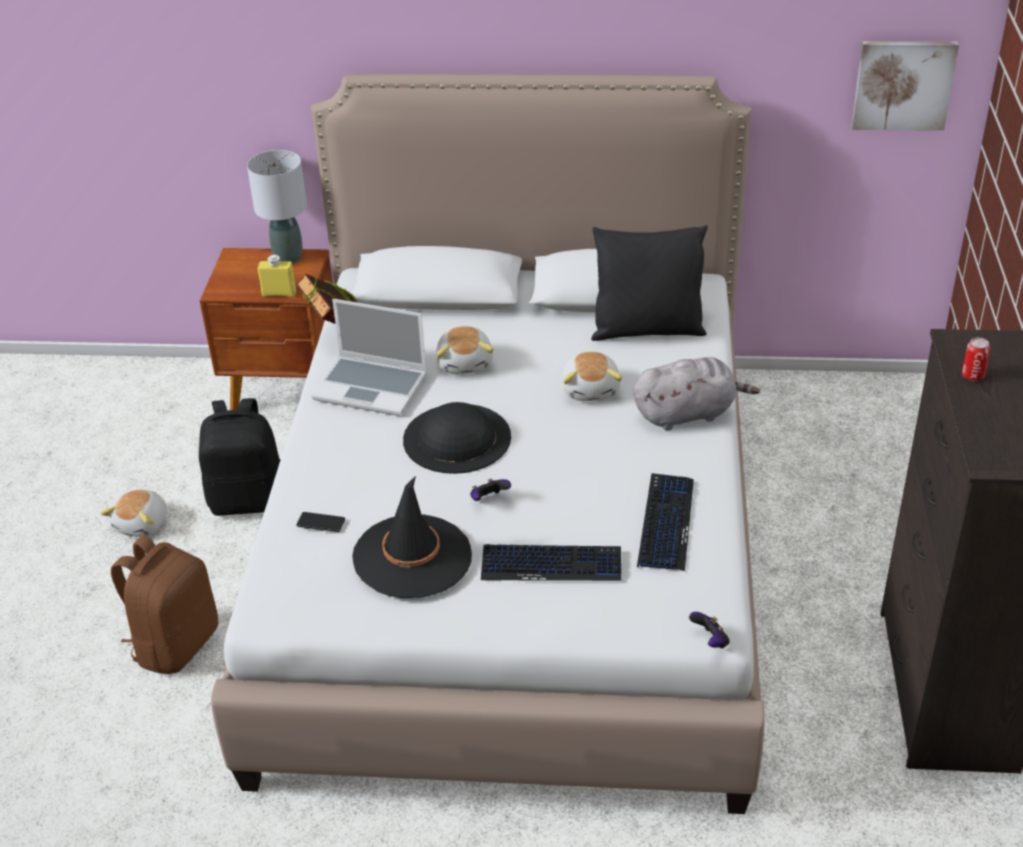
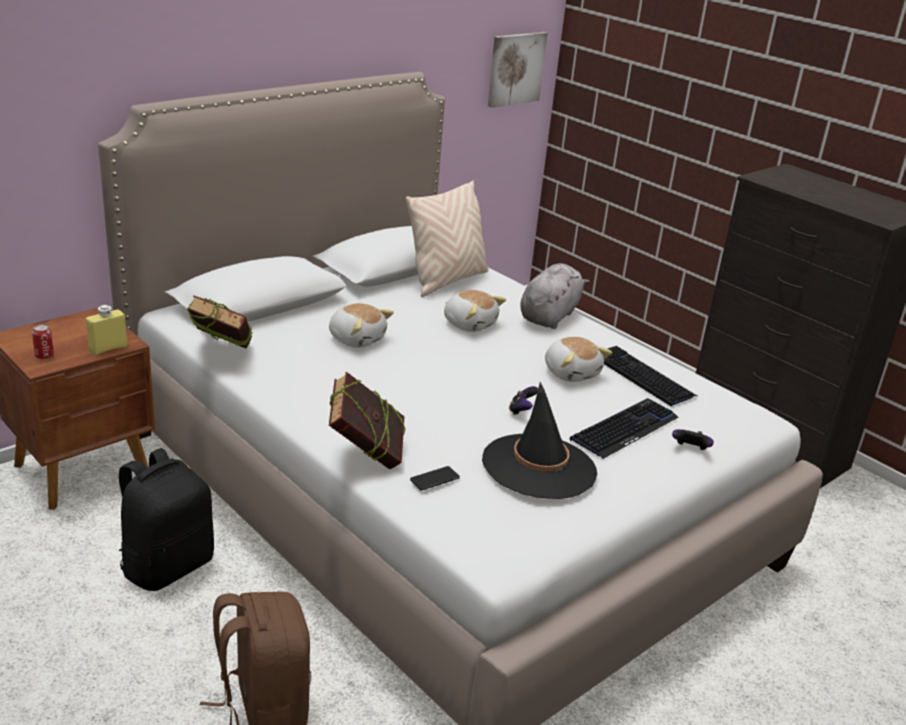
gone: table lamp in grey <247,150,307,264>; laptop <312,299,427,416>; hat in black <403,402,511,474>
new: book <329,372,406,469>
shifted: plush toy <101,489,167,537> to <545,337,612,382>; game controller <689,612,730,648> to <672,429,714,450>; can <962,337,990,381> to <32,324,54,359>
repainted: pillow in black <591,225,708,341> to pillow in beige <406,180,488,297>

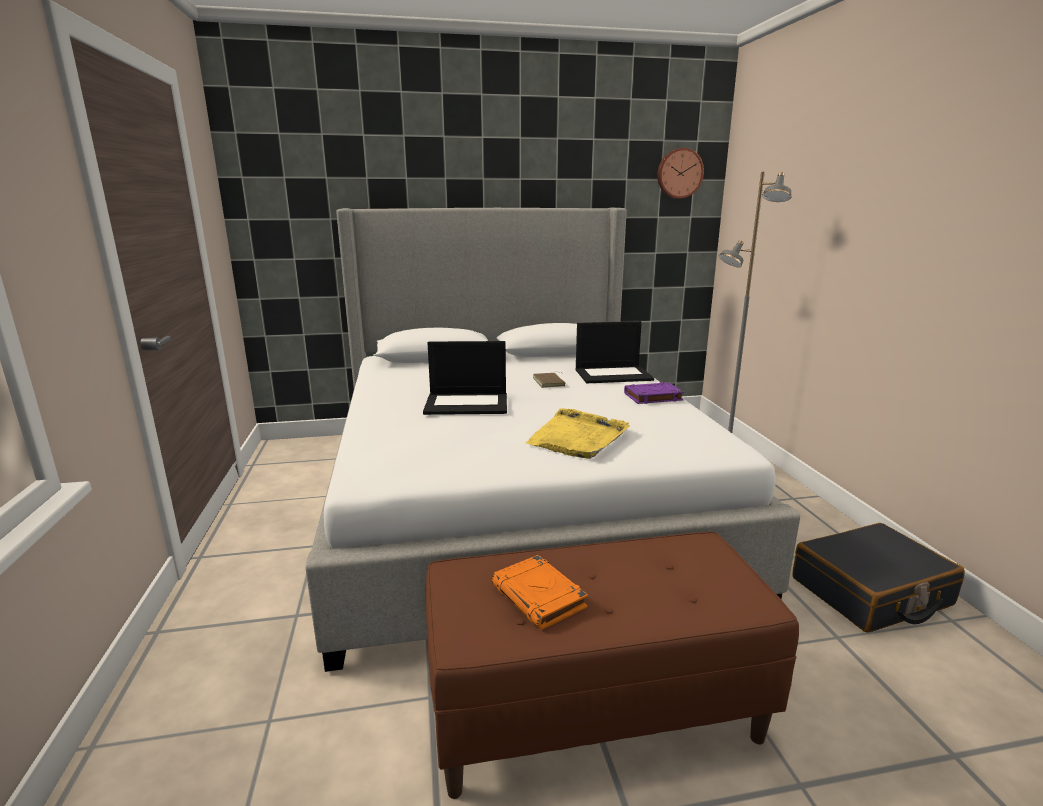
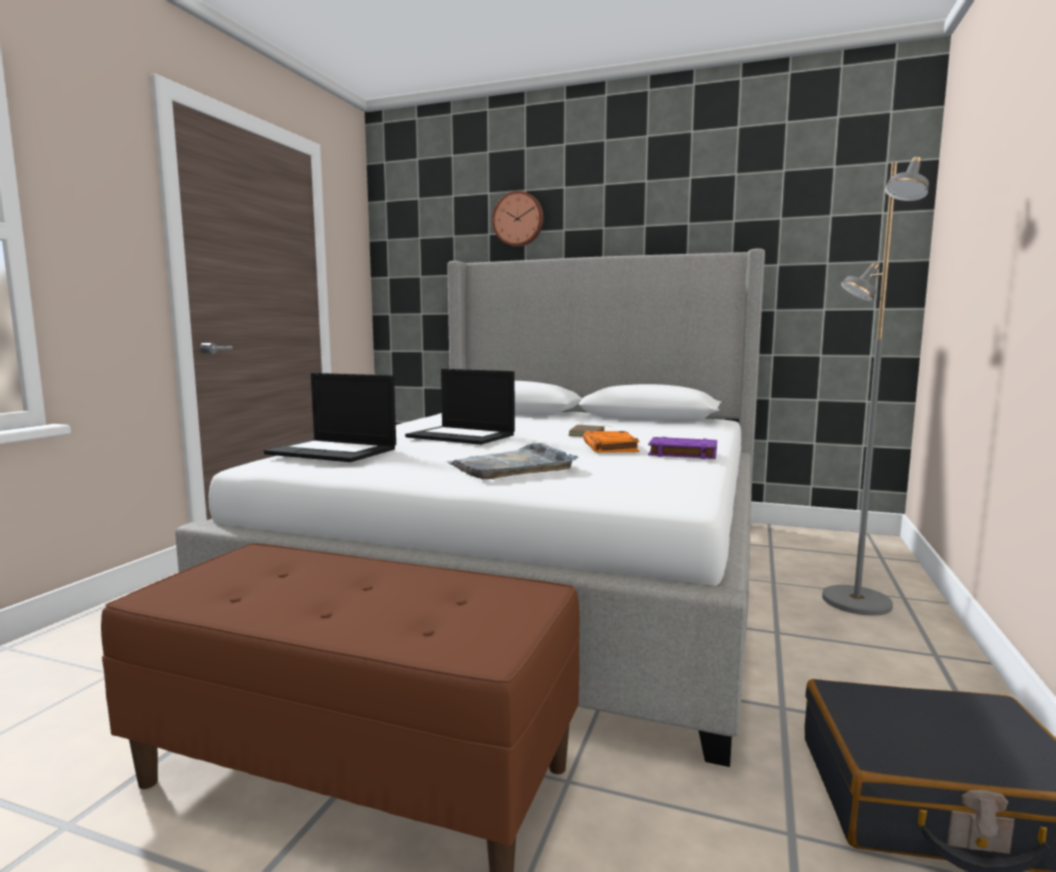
shifted: book in orange <491,555,588,630> to <583,431,639,453>; laptop <576,321,654,383> to <264,373,396,462>; wall clock <657,148,704,199> to <492,191,544,247>
repainted: tray in yellow <525,408,630,459> to tray in grey <446,443,578,479>

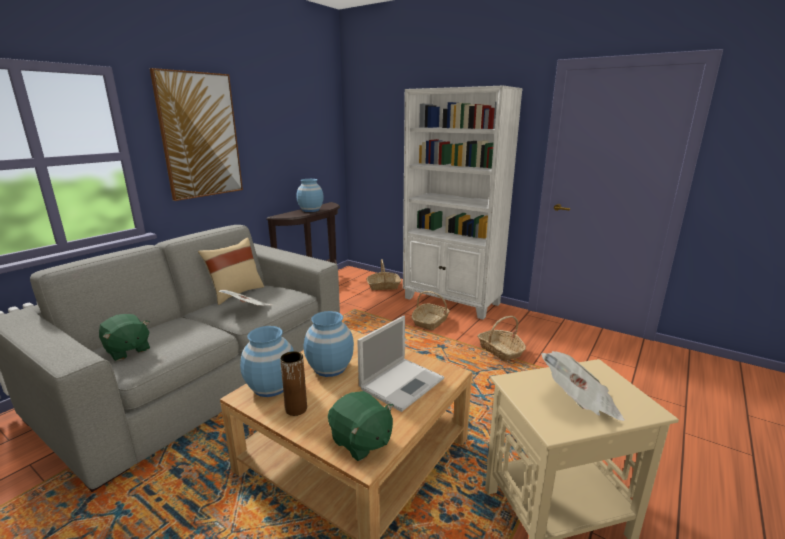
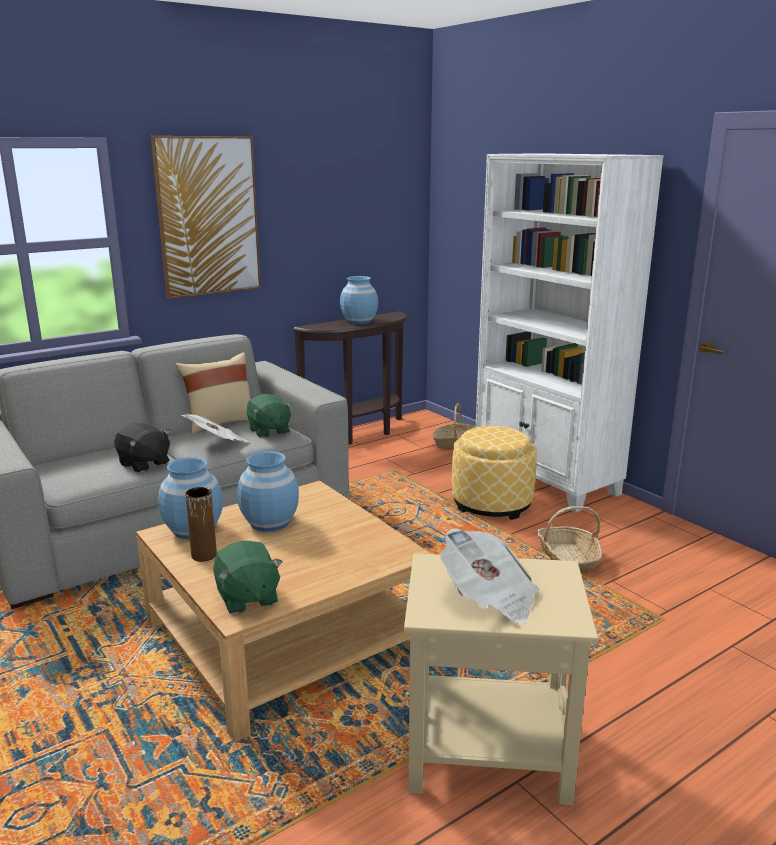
gone: laptop <357,316,444,412>
new: plush toy in black <114,423,170,472>
shifted: plush toy in green <99,314,150,361> to <246,394,293,438>
swapped: basket <412,291,450,330> to ottoman <452,426,537,520>

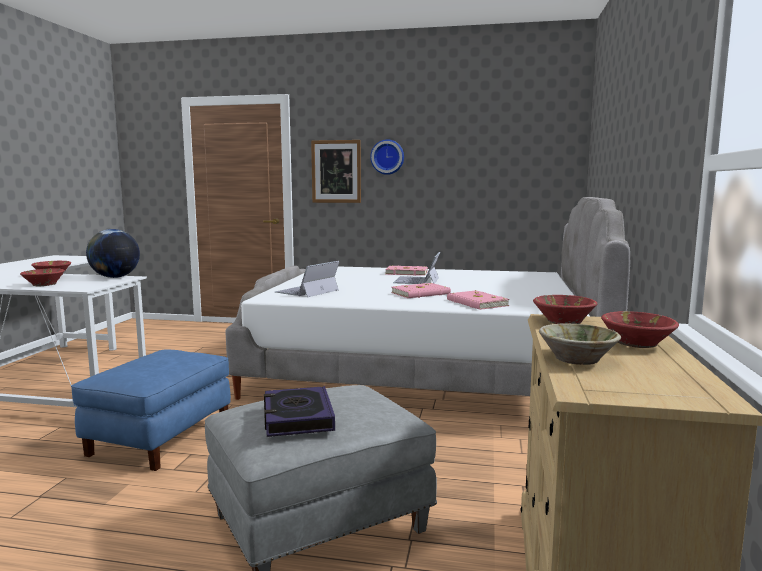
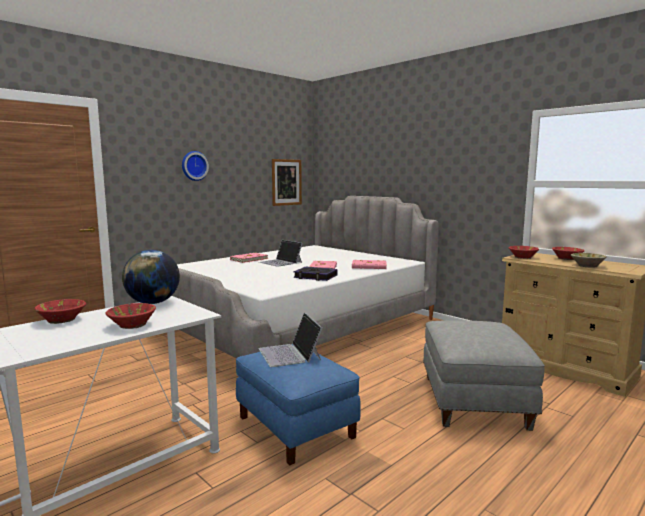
shifted: book <264,386,335,437> to <294,266,337,281>; laptop <275,261,339,297> to <259,313,322,367>; picture <311,140,361,203> to <272,159,302,206>

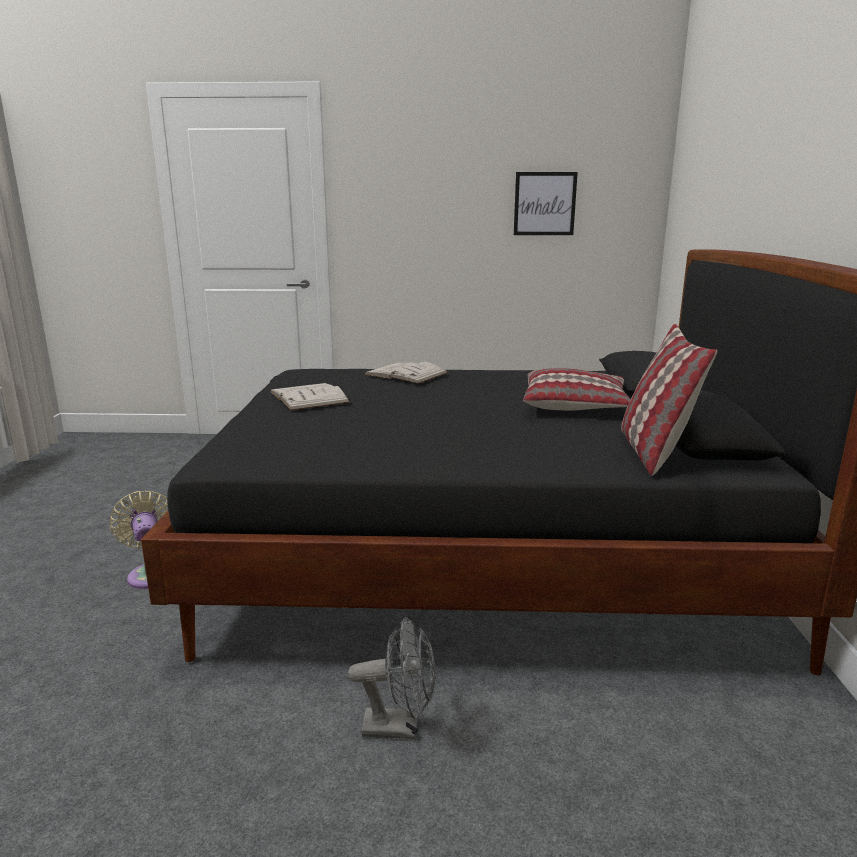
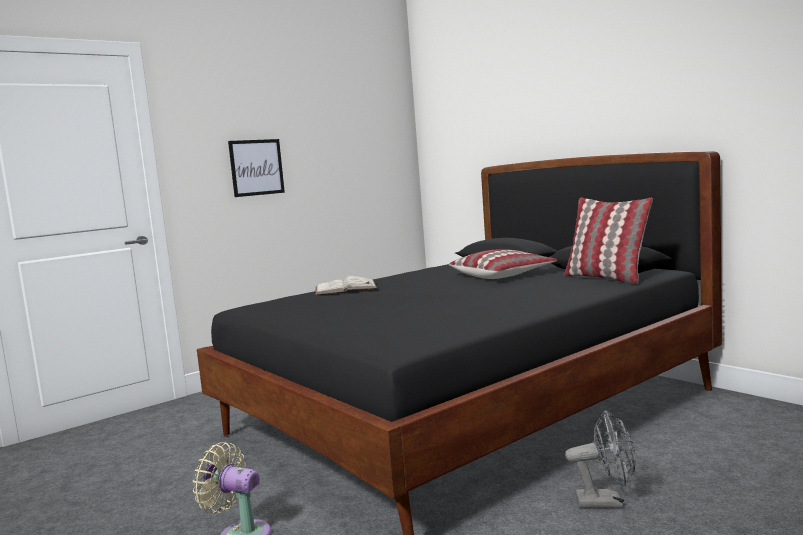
gone: book in white <270,383,350,410>
shifted: picture <514,172,578,235> to <228,139,285,197>
rotated: fan in grey <348,617,436,739> = <565,410,636,507> 45 degrees clockwise

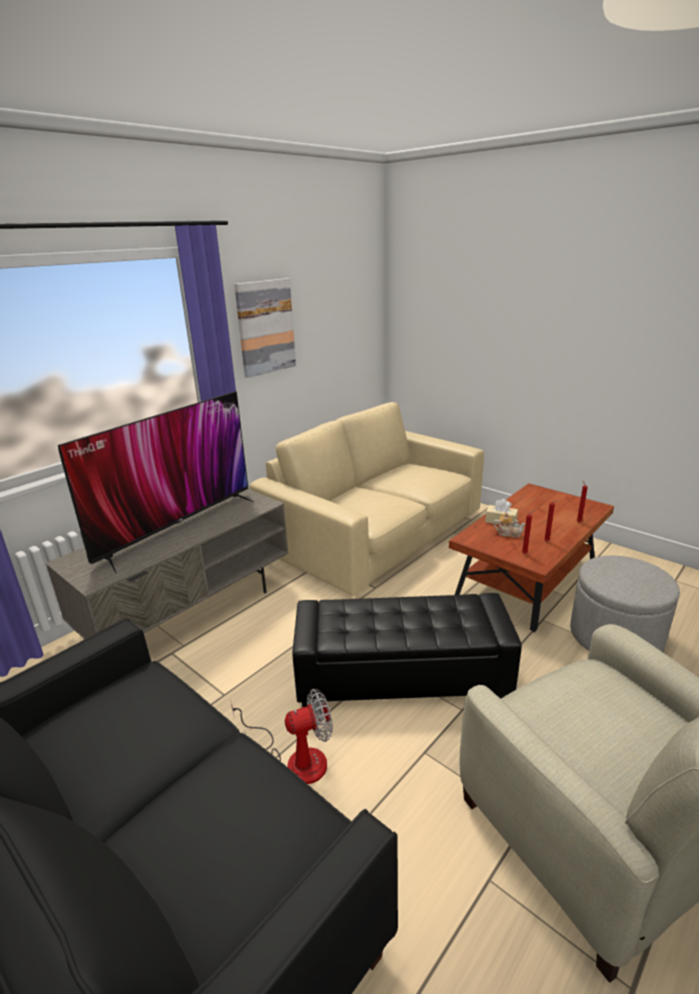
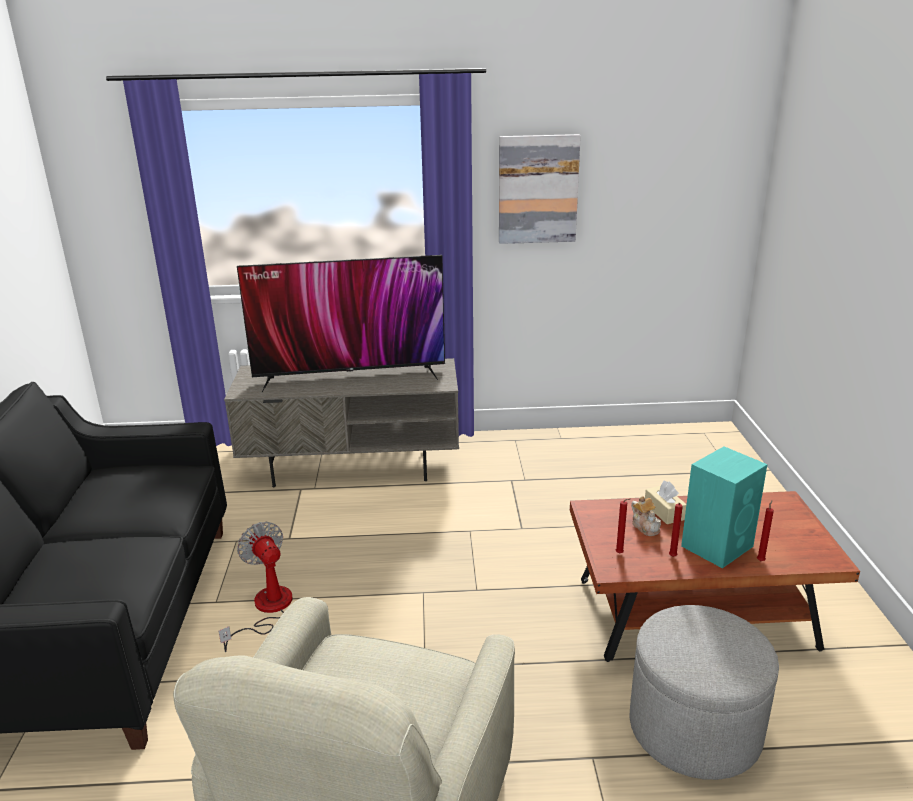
gone: sofa in beige <250,402,484,596>; ottoman in black <292,593,522,707>
new: speaker in turquoise <681,447,768,568>
rotated: fan <231,689,333,784> = <219,522,293,652> 150 degrees counterclockwise

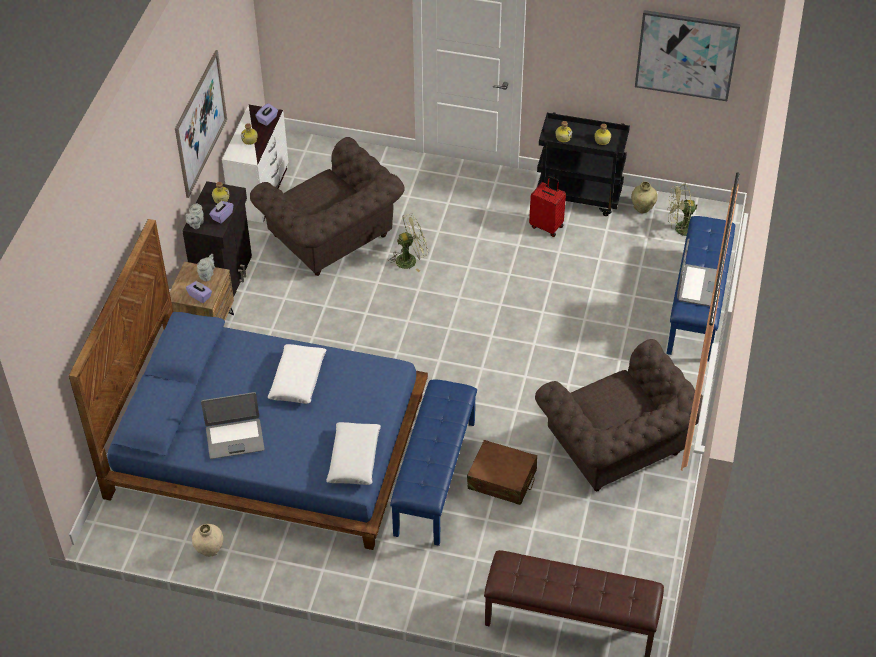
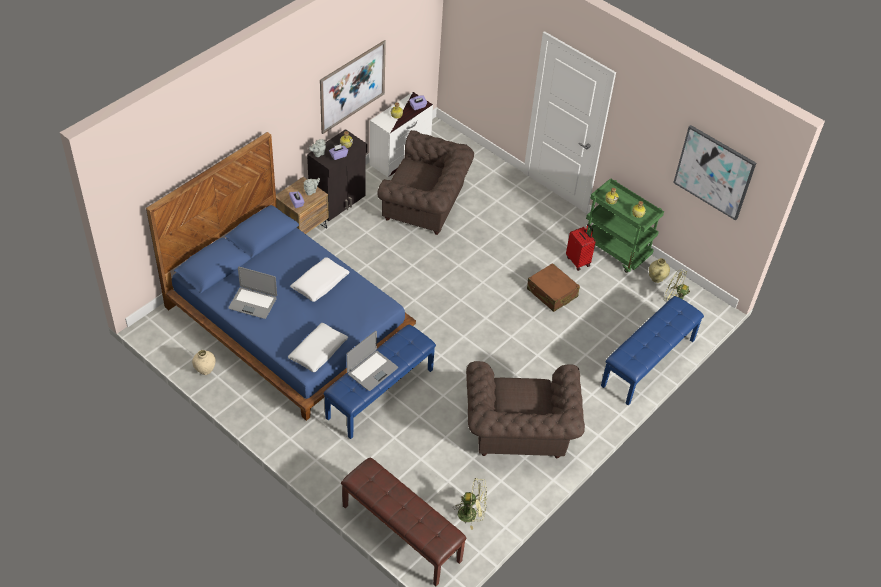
shifted: fan in green <389,213,428,272> to <453,478,487,530>; suitcase in brown <467,440,537,505> to <527,263,580,312>; laptop <677,239,717,306> to <347,331,398,391>
repainted: cart in black <537,112,630,216> to cart in green <586,178,664,273>
rotated: armchair in brown <250,137,405,276> = <377,130,474,235> 60 degrees counterclockwise

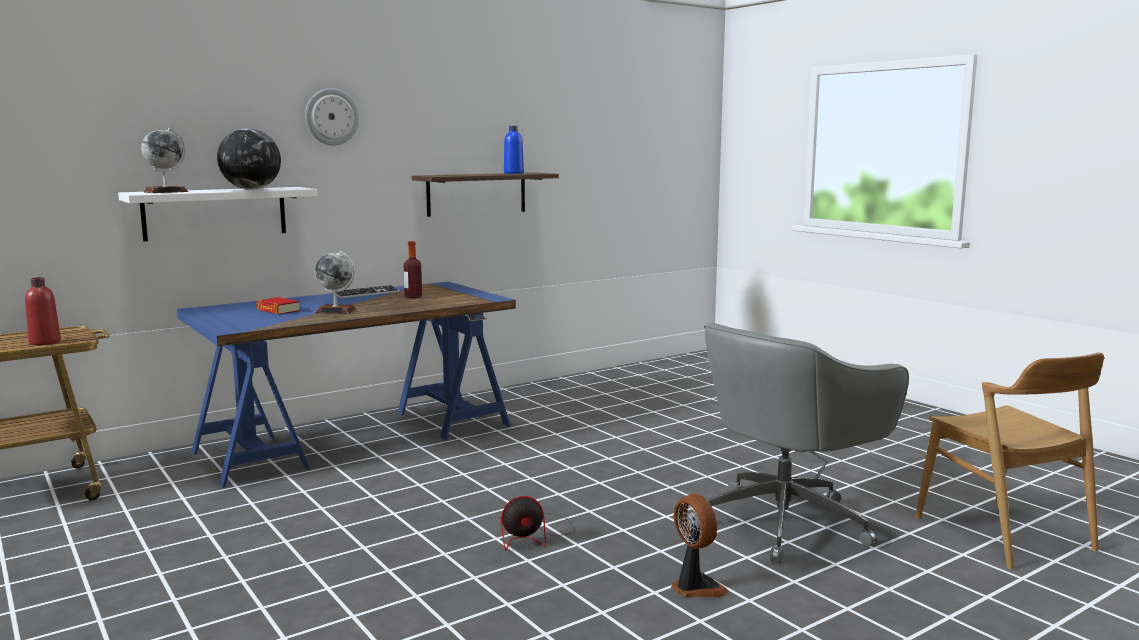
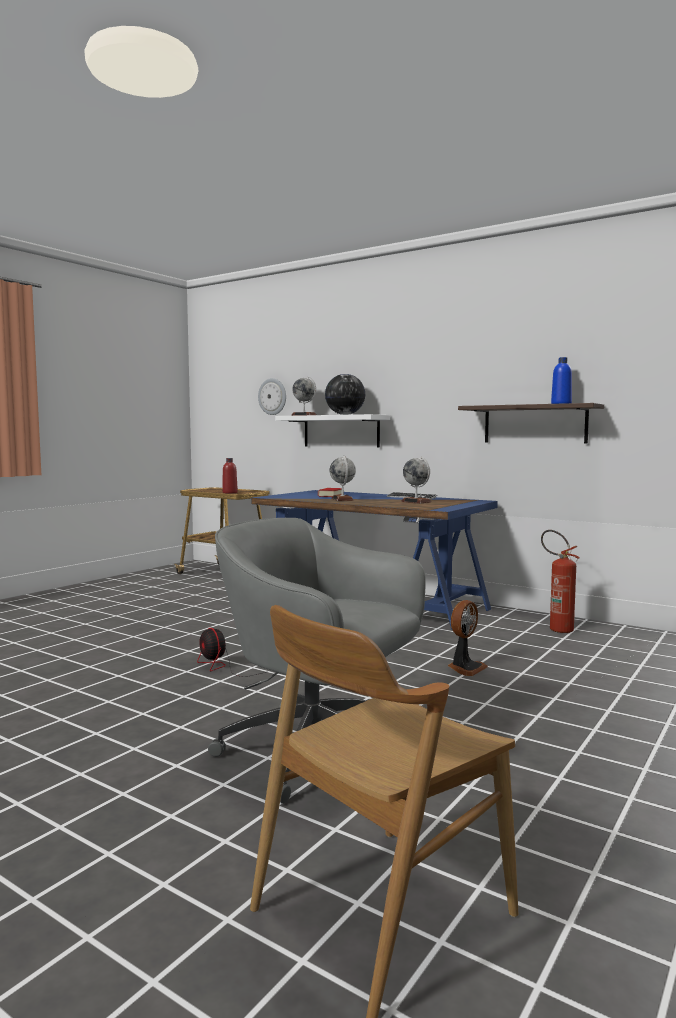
new: fire extinguisher <541,530,580,633>
shifted: wall clock <305,88,359,145> to <258,378,286,415>; fan <671,494,729,597> to <448,600,488,676>
swapped: bottle <404,241,422,298> to globe <401,457,431,503>

